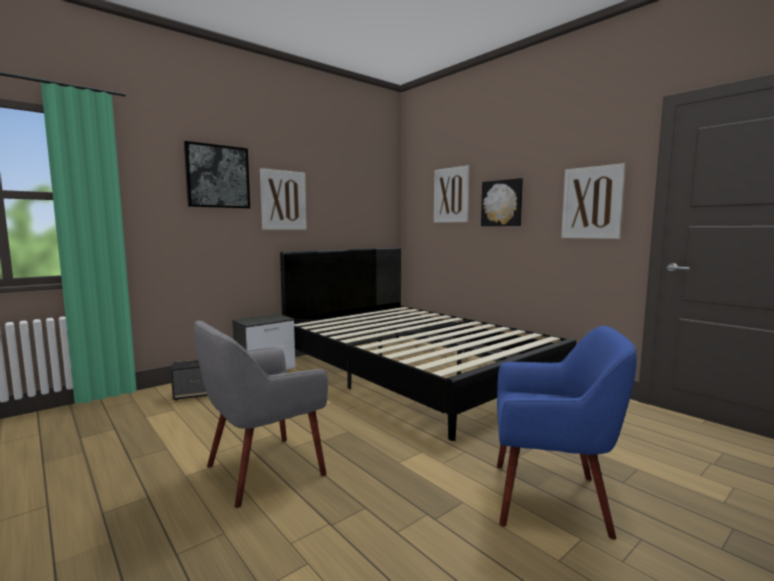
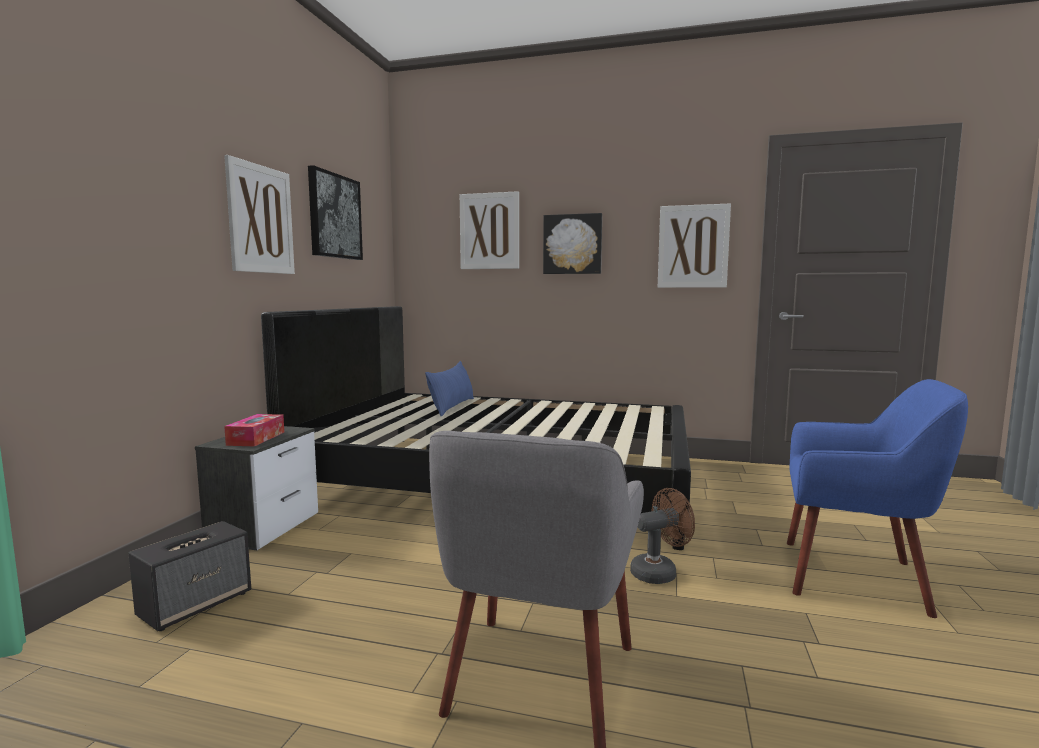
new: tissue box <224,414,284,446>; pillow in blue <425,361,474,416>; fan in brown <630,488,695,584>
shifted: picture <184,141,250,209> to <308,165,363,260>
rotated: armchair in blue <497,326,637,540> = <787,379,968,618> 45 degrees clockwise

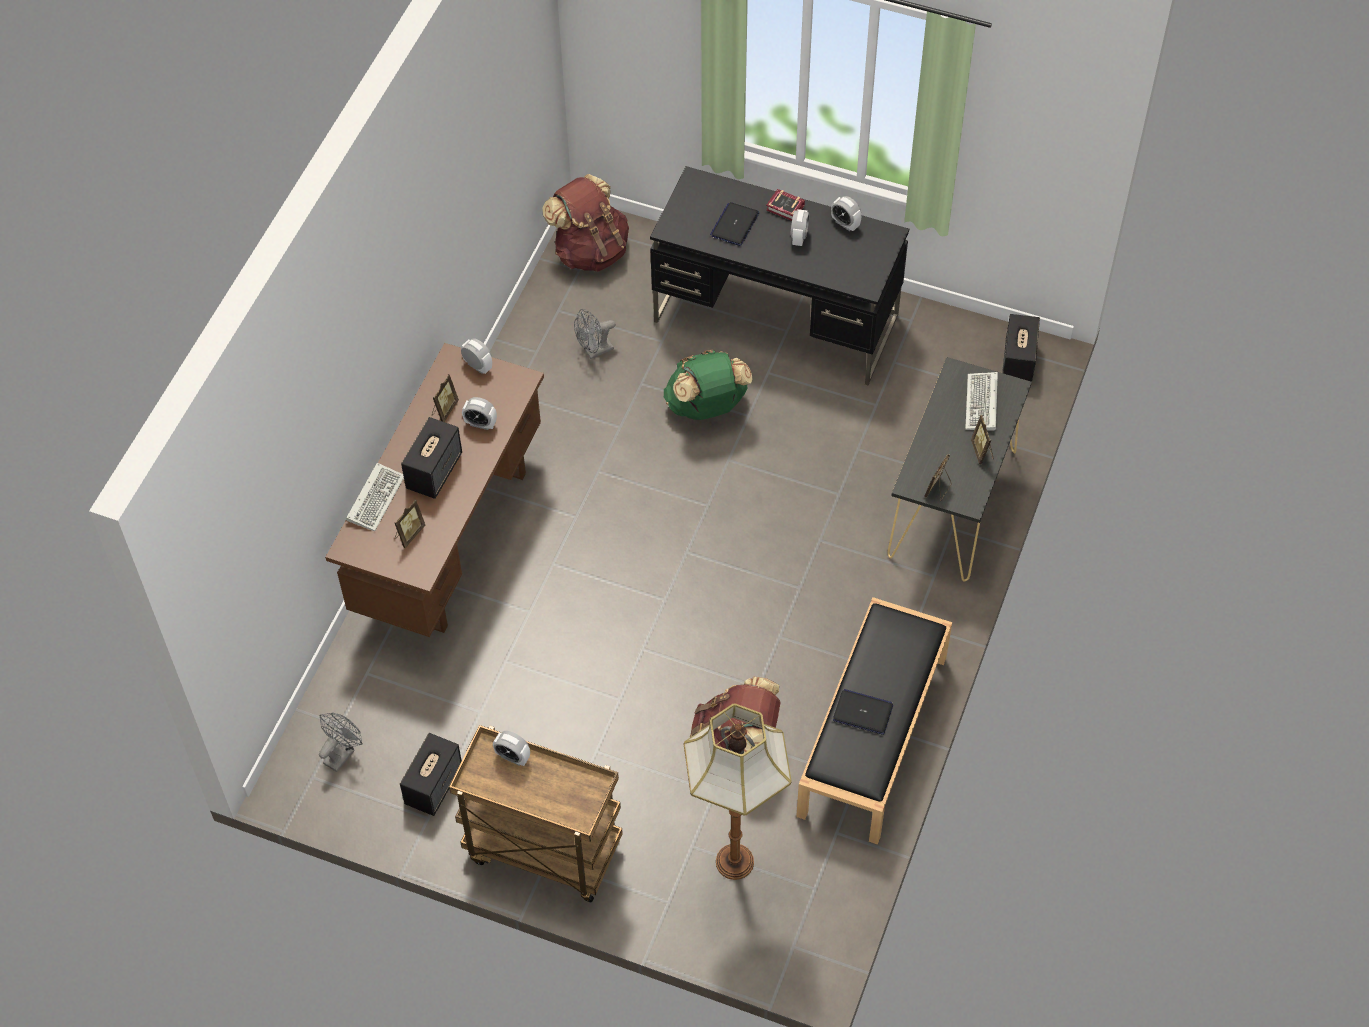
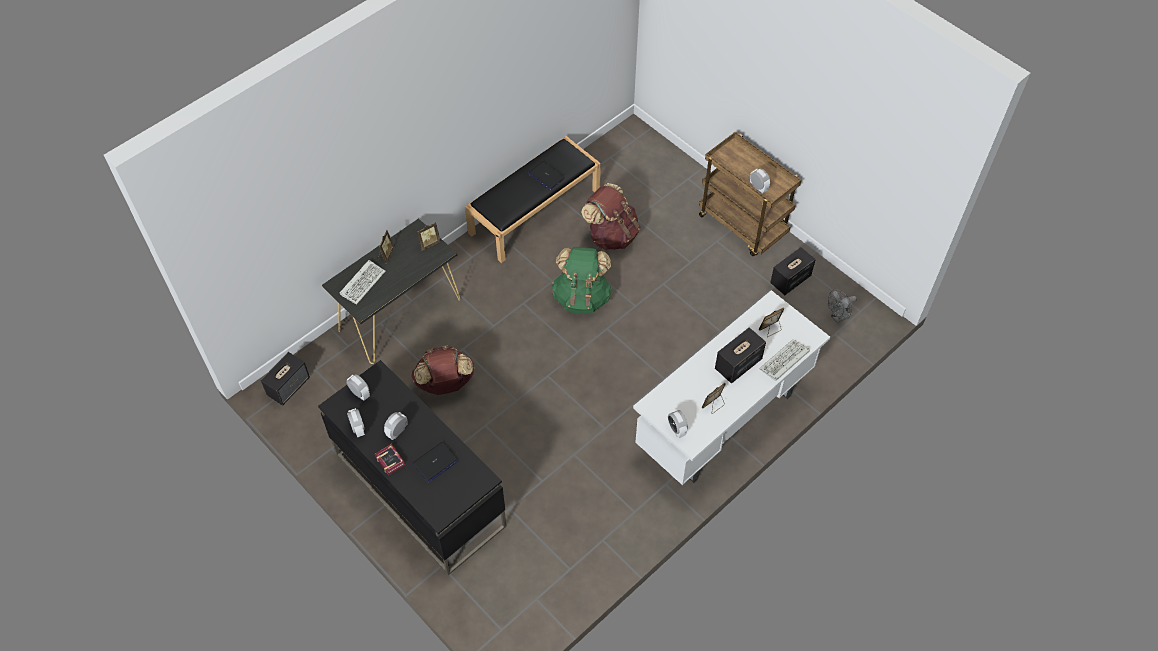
gone: fan in grey <574,309,616,359>; floor lamp <684,703,792,880>
shifted: alarm clock <462,397,497,430> to <346,374,370,401>; backpack in brown <542,174,629,272> to <411,345,475,395>; backpack in green <664,349,753,420> to <552,247,612,314>
repainted: desk in brown <325,343,544,637> to desk in white <633,290,830,485>

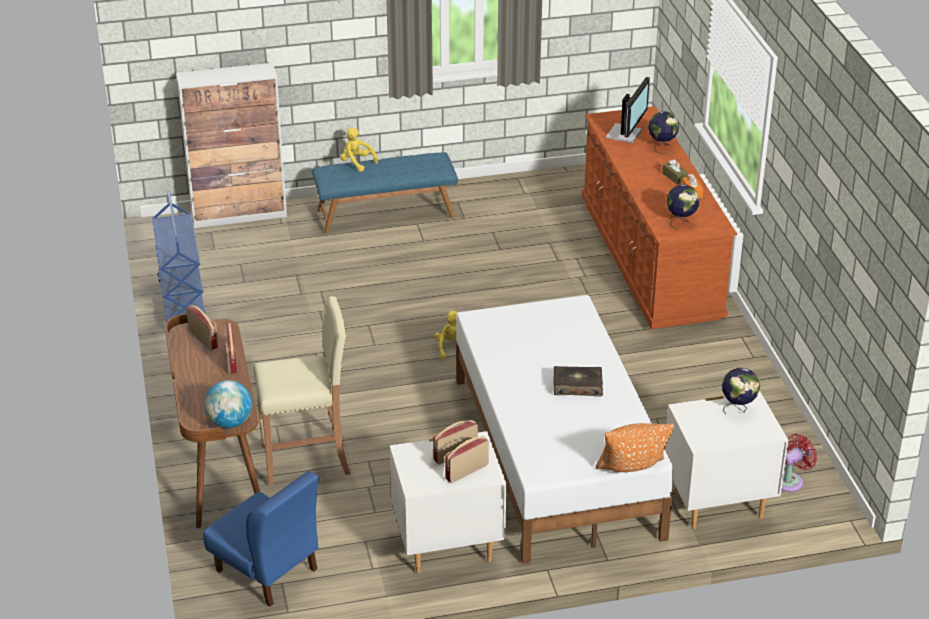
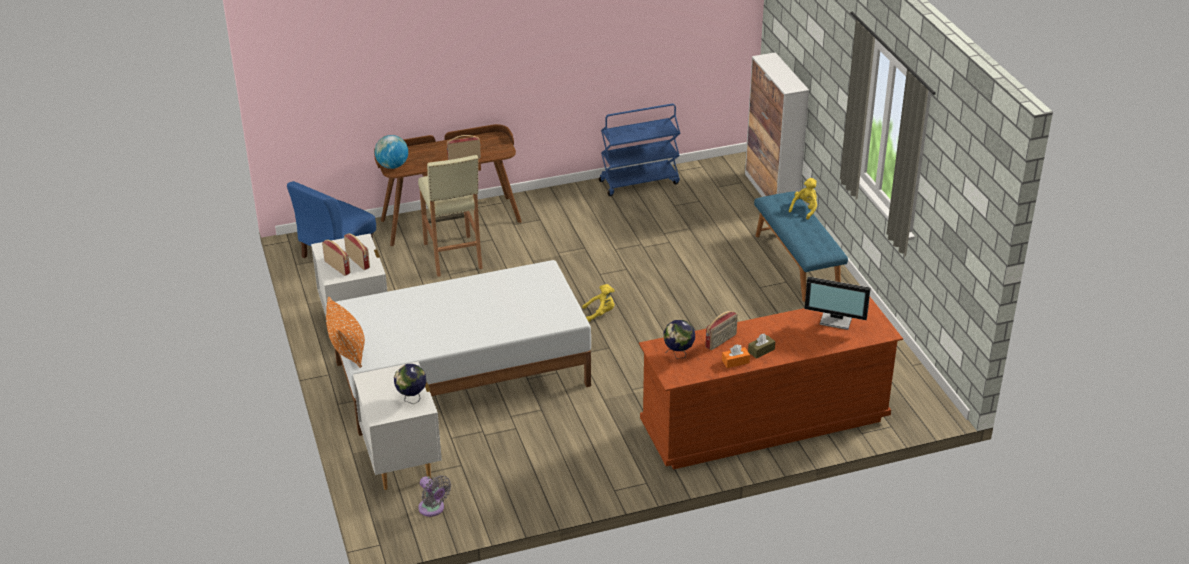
gone: book <553,366,603,397>; globe <648,111,679,154>
shifted: radio <186,305,219,351> to <705,311,738,350>
repainted: fan in red <781,434,817,492> to fan in grey <418,475,451,517>

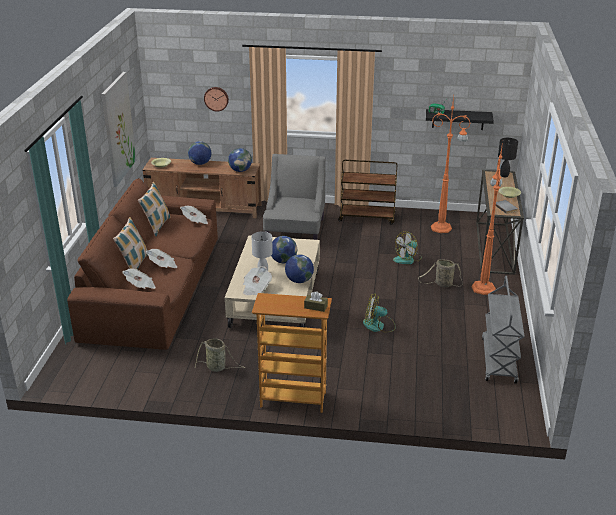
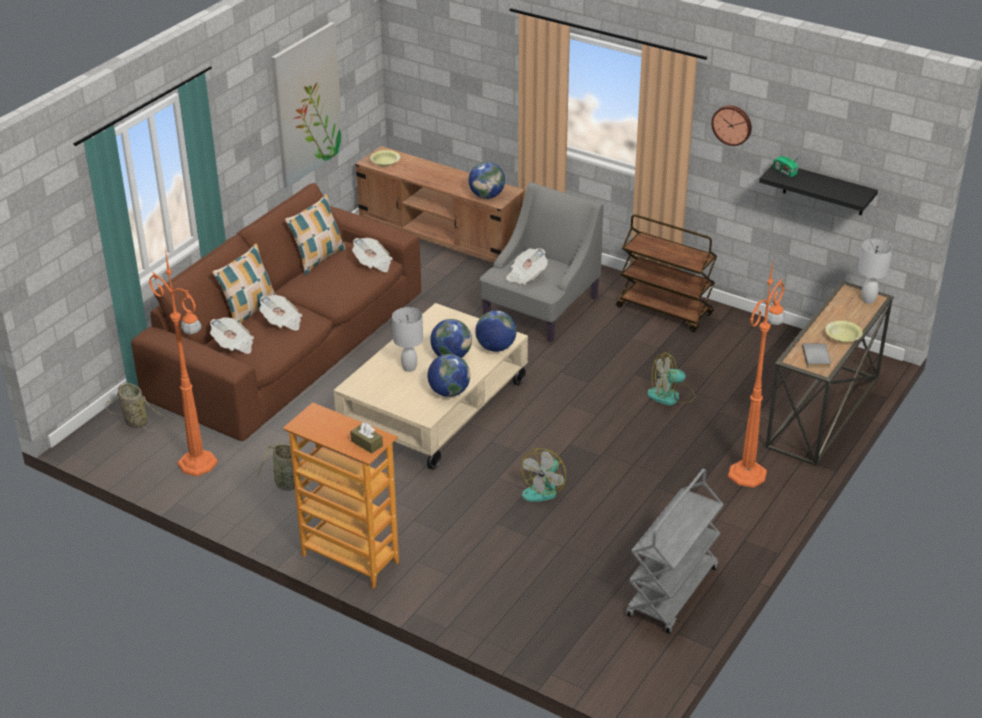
shifted: globe <188,141,212,165> to <475,311,517,352>; wall clock <204,87,229,112> to <711,105,752,146>; newspaper <243,266,272,295> to <506,248,548,285>; basket <418,259,463,287> to <106,383,164,431>; floor lamp in orange <431,96,471,233> to <149,249,218,476>
repainted: table lamp in black <498,138,518,177> to table lamp in white <858,239,893,304>
rotated: fan <363,293,396,333> = <522,448,566,502> 90 degrees counterclockwise

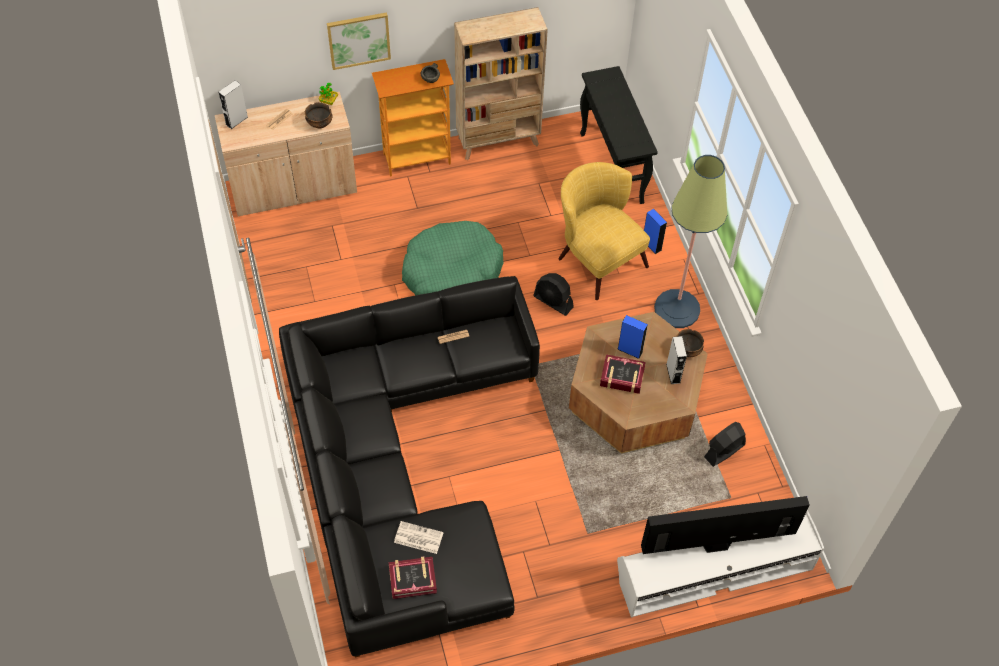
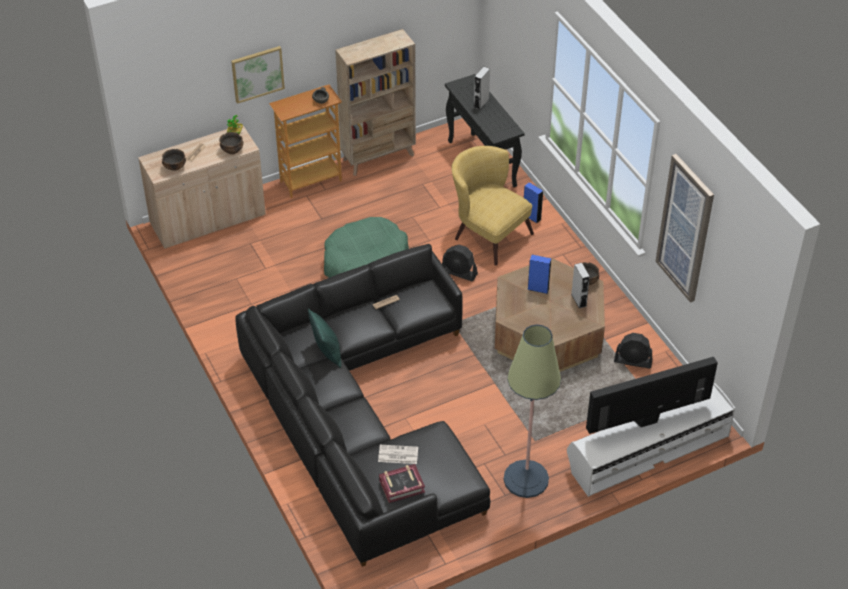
gone: book <600,354,646,394>
new: bowl <162,149,186,171>; pillow in green <308,308,341,368>; picture <655,154,714,303>
shifted: speaker in grey <218,80,248,129> to <474,67,490,110>; floor lamp <654,155,727,328> to <504,324,561,498>
rotated: fan in black <704,422,746,467> = <614,333,652,368> 120 degrees counterclockwise

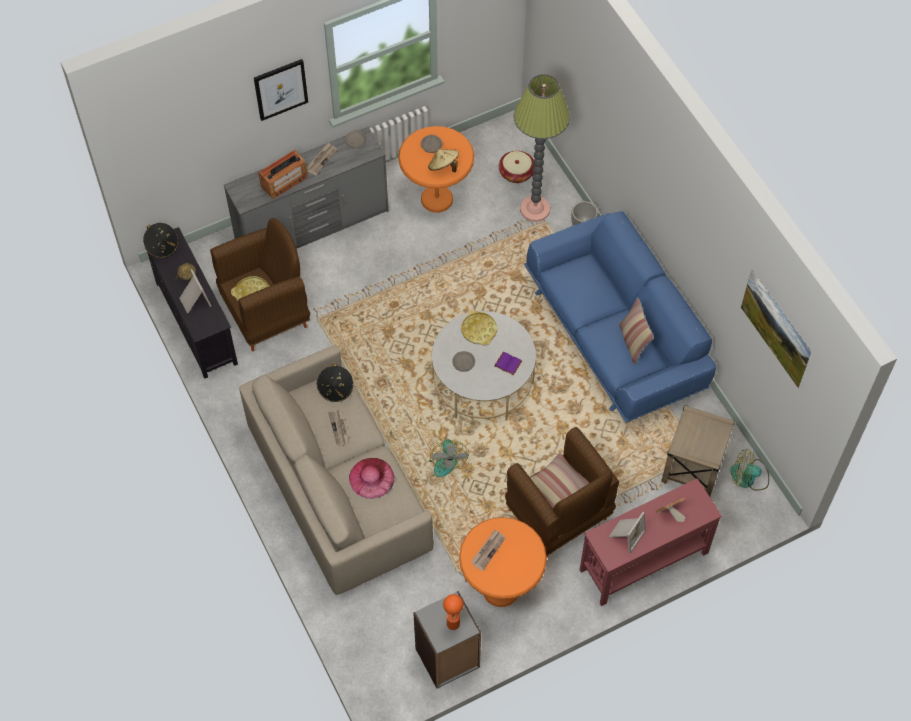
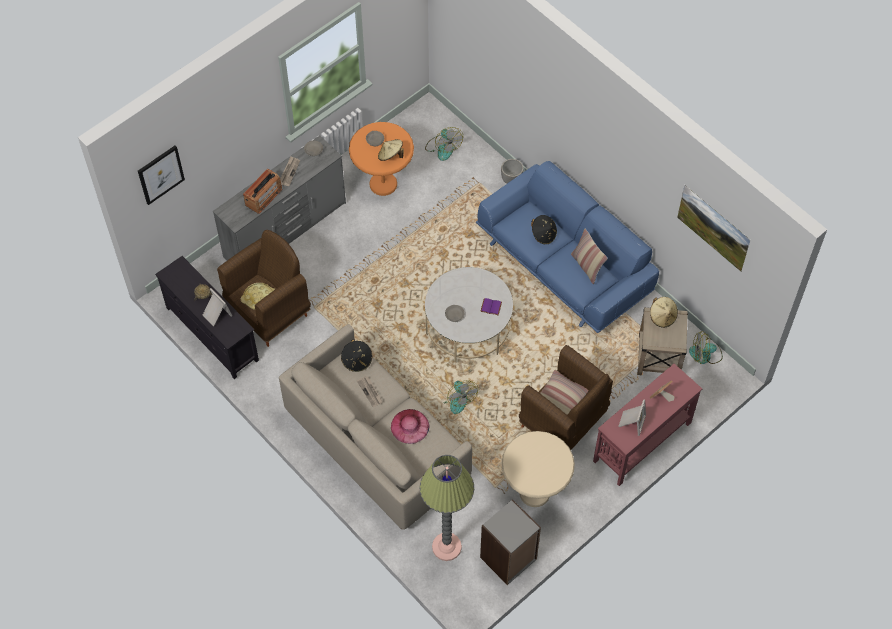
gone: table lamp in orange <443,594,463,630>; tray in yellow <461,310,497,345>; newspaper <471,529,505,571>
new: hat in beige <650,297,678,328>
shifted: hat in black <143,223,178,258> to <531,215,557,244>; picture <254,59,308,121> to <138,145,185,205>; floor lamp <514,74,570,222> to <420,455,474,561>
swapped: basket <499,151,534,183> to fan <425,127,463,161>
repainted: side table in orange <459,517,547,607> to side table in beige <501,431,575,507>

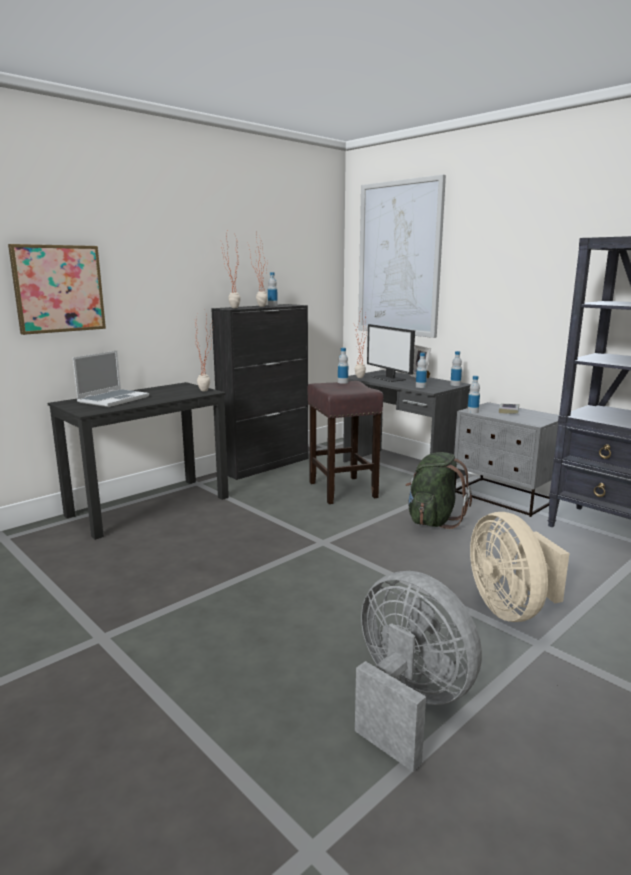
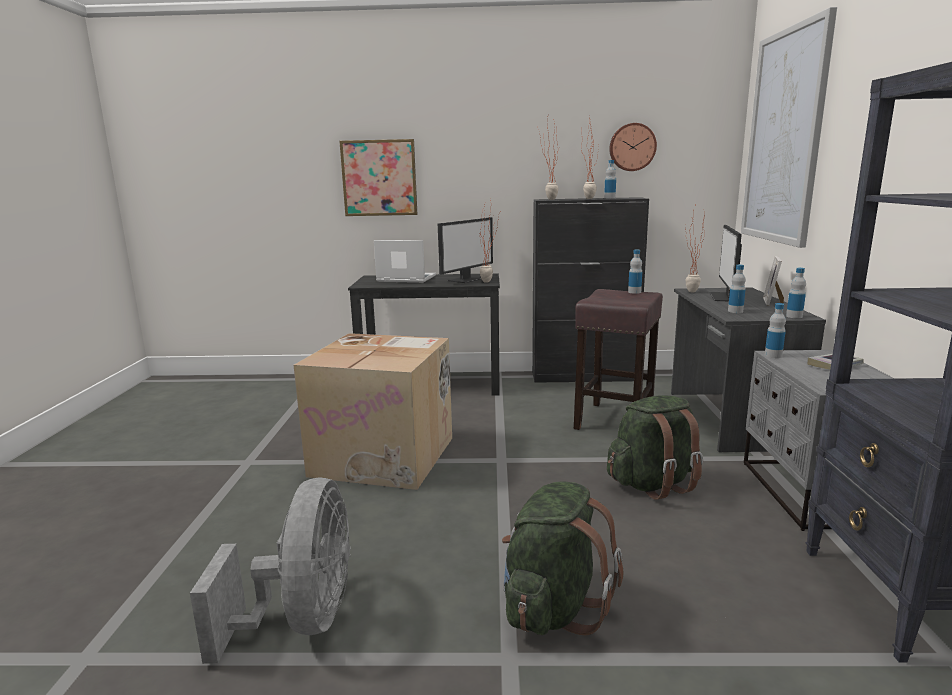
new: cardboard box <293,333,452,490>; monitor <438,217,493,283>; wall clock <609,123,657,171>
swapped: fan in beige <470,512,569,622> to backpack in green <502,481,623,635>
rotated: laptop <73,351,149,407> = <374,240,436,283> 150 degrees counterclockwise

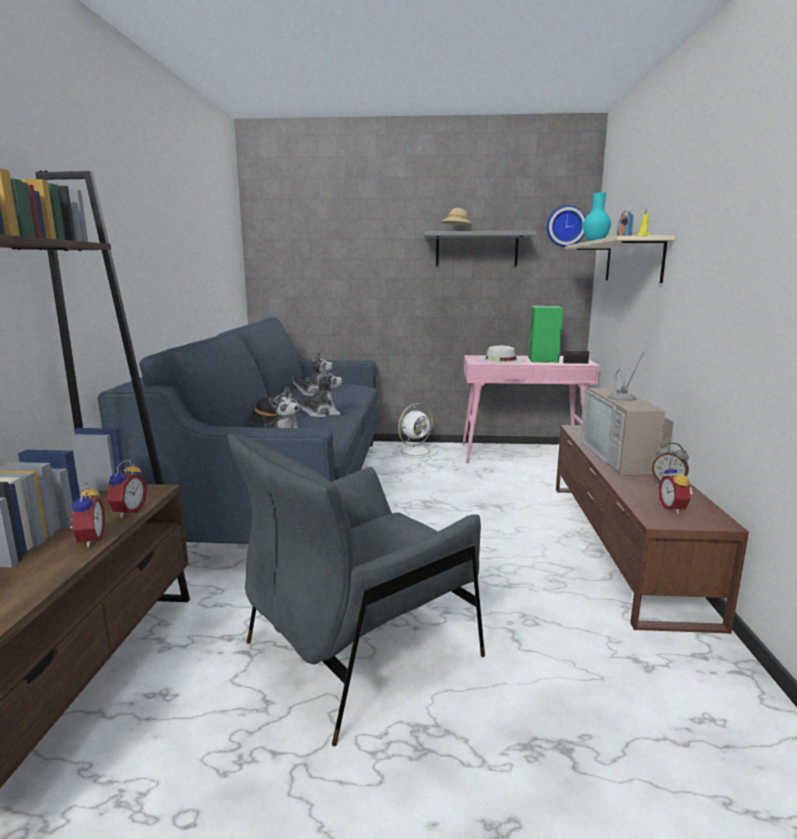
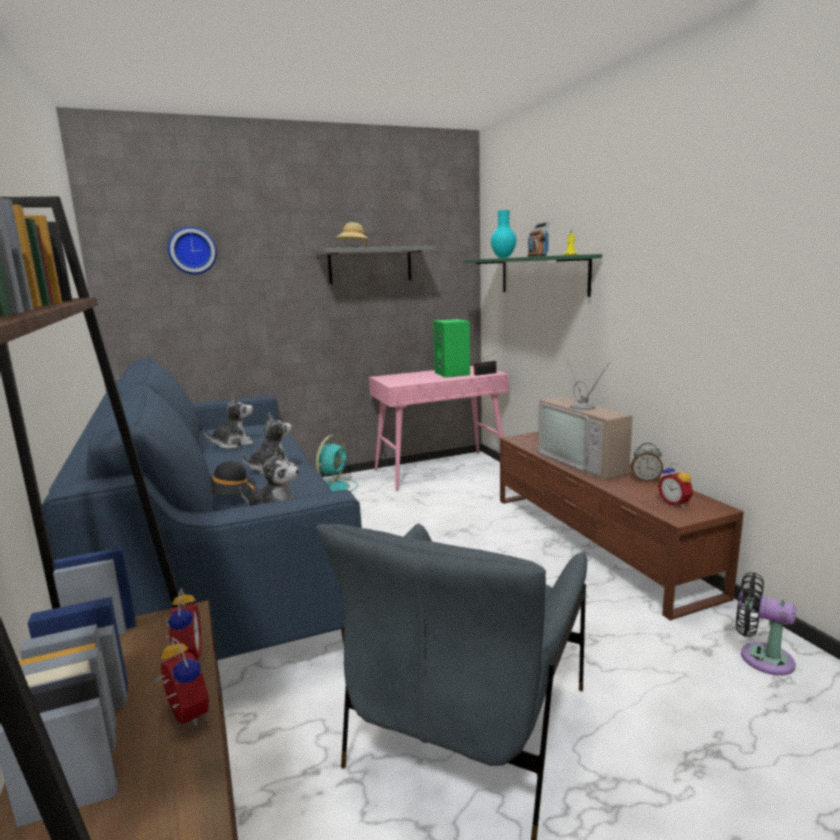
gone: hat in white <476,345,526,363>
new: fan in black <736,572,797,676>
shifted: wall clock <547,205,586,247> to <168,227,217,274>
repainted: fan in white <393,403,438,458> to fan in turquoise <315,435,358,491>; shelf in beige <565,235,675,283> to shelf in green <463,254,602,297>

